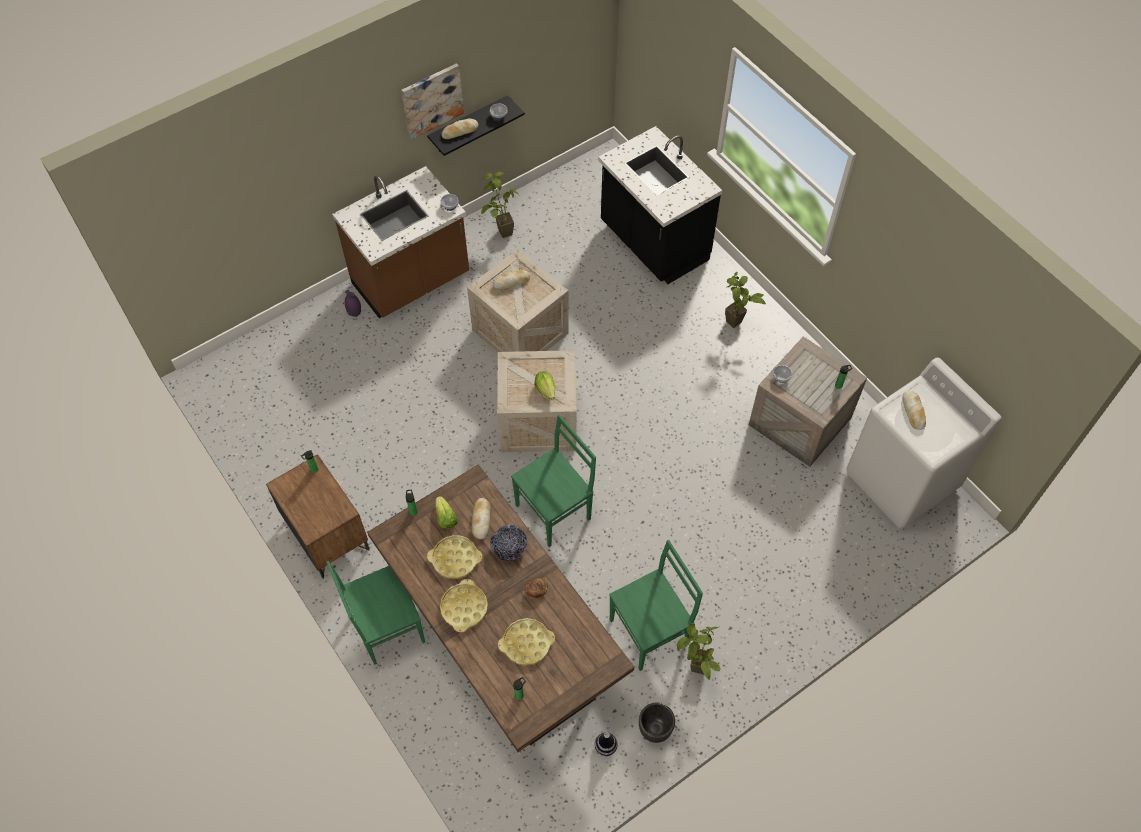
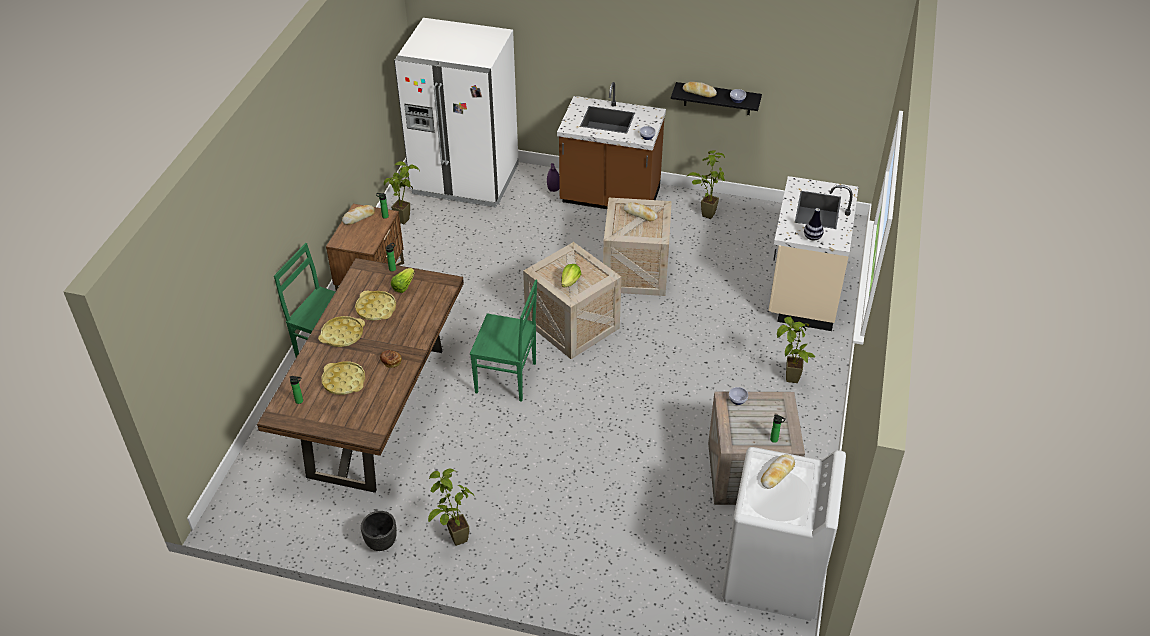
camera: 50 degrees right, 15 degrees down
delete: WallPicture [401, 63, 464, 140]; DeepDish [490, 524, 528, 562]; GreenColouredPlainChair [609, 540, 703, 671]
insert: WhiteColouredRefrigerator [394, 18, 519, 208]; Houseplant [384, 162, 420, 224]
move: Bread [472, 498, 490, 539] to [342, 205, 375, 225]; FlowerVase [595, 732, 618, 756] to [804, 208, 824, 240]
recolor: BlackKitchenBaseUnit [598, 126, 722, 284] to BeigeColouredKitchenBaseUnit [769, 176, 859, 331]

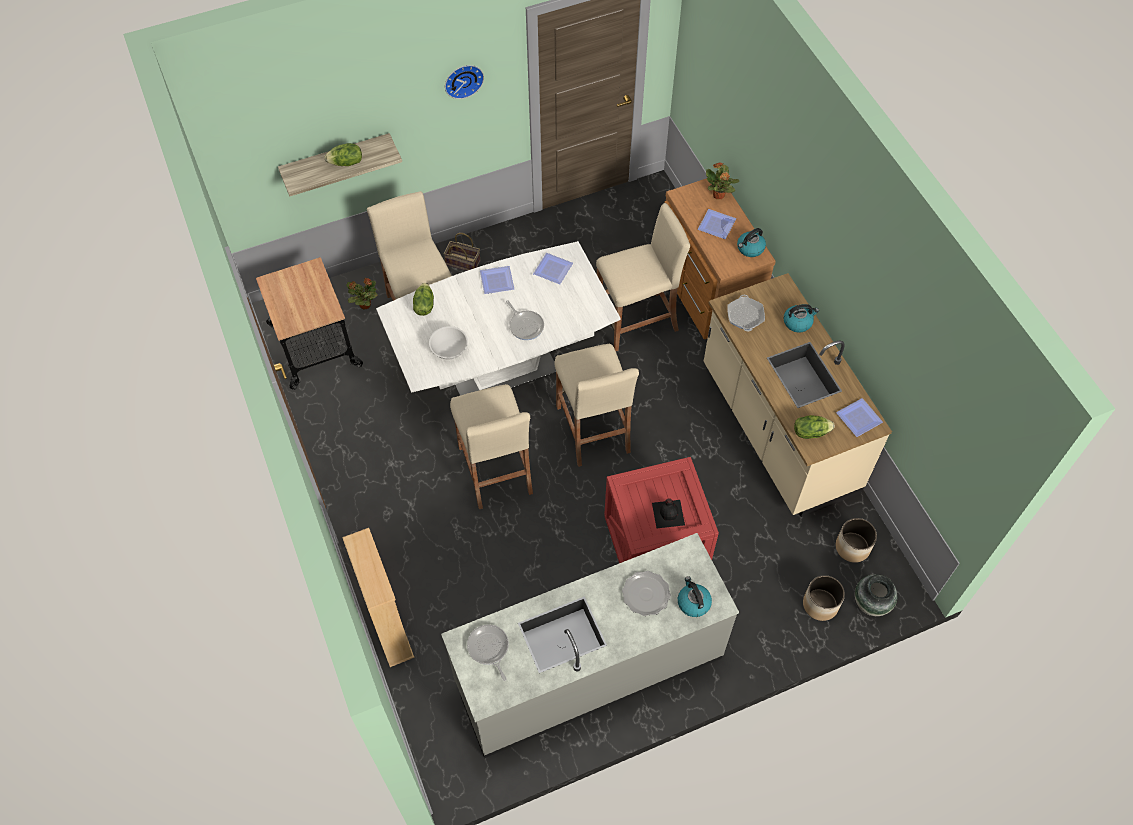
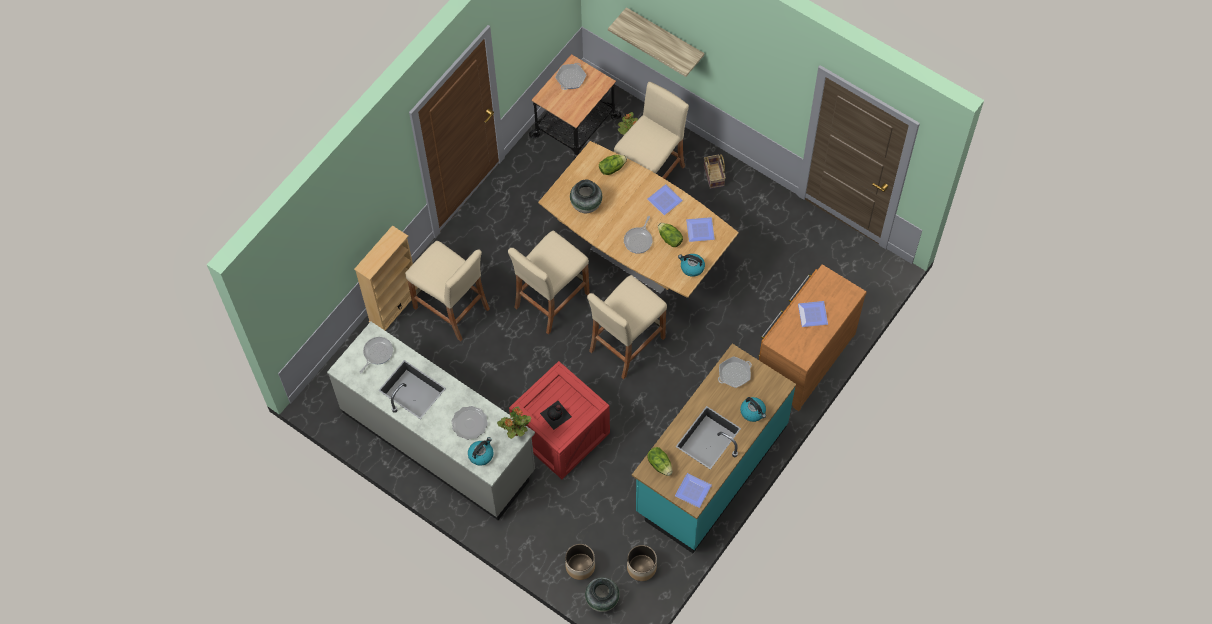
camera: 60 degrees right, 5 degrees up
delete: WallClock [445, 65, 484, 99]
insert: FryingPan [555, 63, 586, 90]
move: Lettuce [325, 143, 362, 166] to [658, 223, 683, 247]; Houseplant [706, 163, 739, 199] to [497, 406, 531, 439]; BeigeColouredStool [596, 203, 690, 351] to [405, 241, 490, 341]; TeaKettle [737, 228, 766, 257] to [678, 254, 705, 277]
replace: WhiteColouredDeepDish [429, 326, 468, 360] to FlowerVase [570, 180, 602, 213]
recolor: WhiteColouredKitchenTable [376, 241, 621, 396] to BrownColouredKitchenTable [538, 141, 739, 298]; BeigeColouredKitchenBaseUnit [704, 273, 892, 517] to TurquoiseColouredKitchenBaseUnit [632, 343, 796, 553]

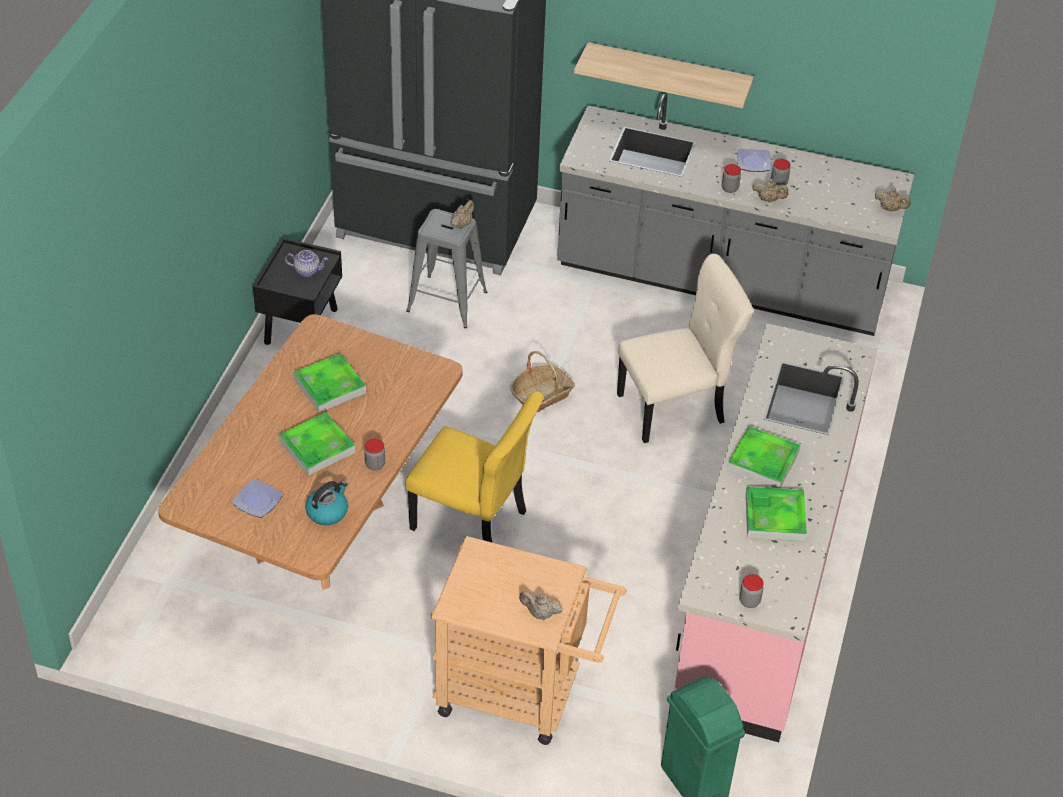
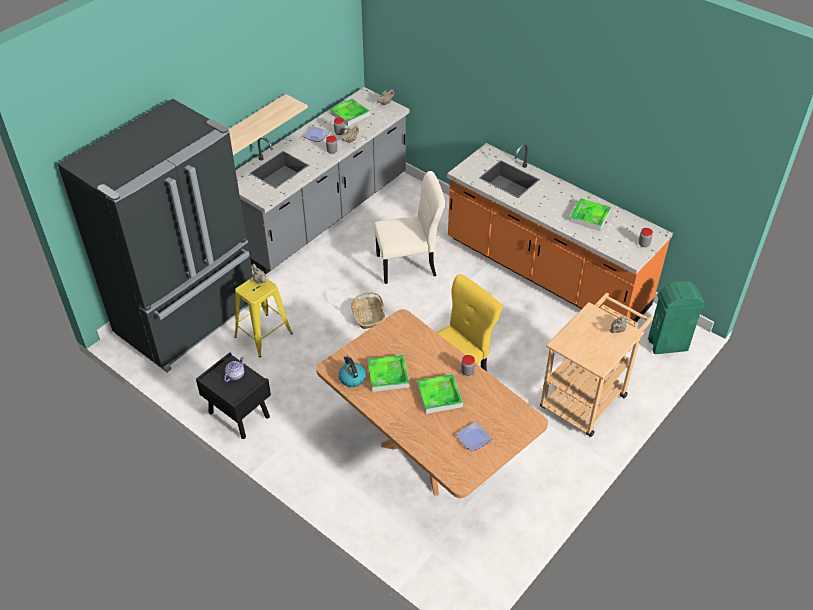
camera: 65 degrees left, 0 degrees up
move: ServingTray [727, 426, 801, 489] to [330, 99, 370, 126]; TeaKettle [305, 481, 348, 525] to [339, 356, 366, 387]
recolor: GreyStool [406, 209, 487, 328] to YellowStool [234, 277, 293, 357]; PinkKitchenBaseUnit [674, 323, 877, 742] to OrangeyKitchenBaseUnit [447, 143, 673, 322]
rotate: BeigeColouredPlainChair [617, 254, 754, 443] = [374, 171, 446, 284] 75 degrees clockwise

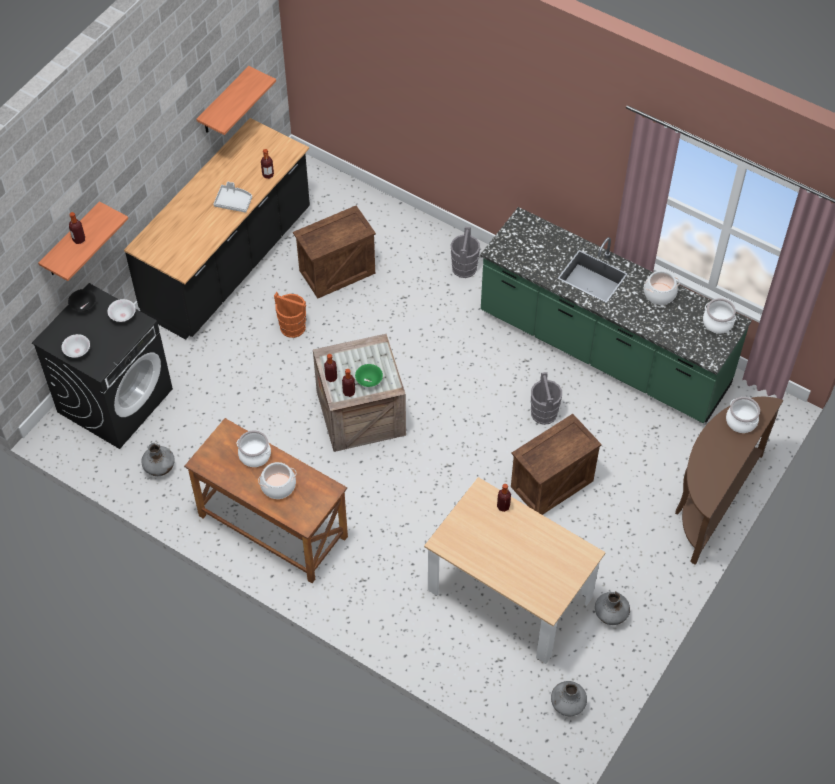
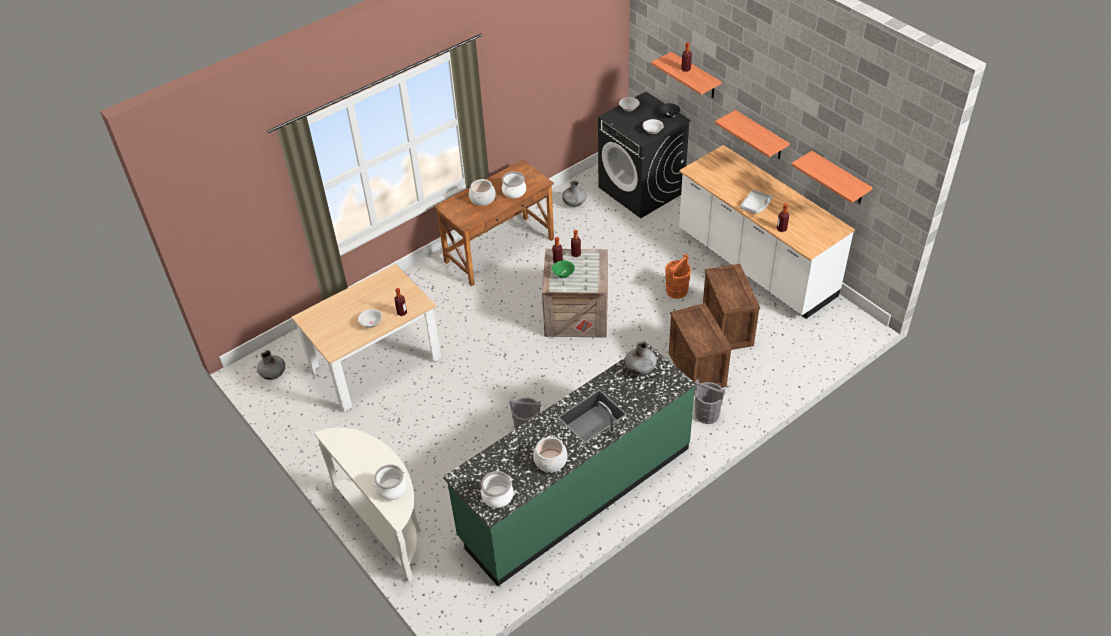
camera: 110 degrees right, 10 degrees down
insert: Shelf [715, 110, 790, 159]; WhiteColouredDeepDish [358, 309, 382, 328]
move: Crate [511, 414, 602, 515] to [669, 303, 732, 396]; GreyFlowerVase [595, 591, 630, 625] to [625, 341, 657, 375]
recolor: BlackKitchenBaseUnit [124, 118, 310, 340] to WhiteColouredKitchenBaseUnit [679, 145, 855, 319]; BrownColouredConsoleTable [675, 397, 783, 565] to WhiteColouredConsoleTable [314, 427, 421, 582]

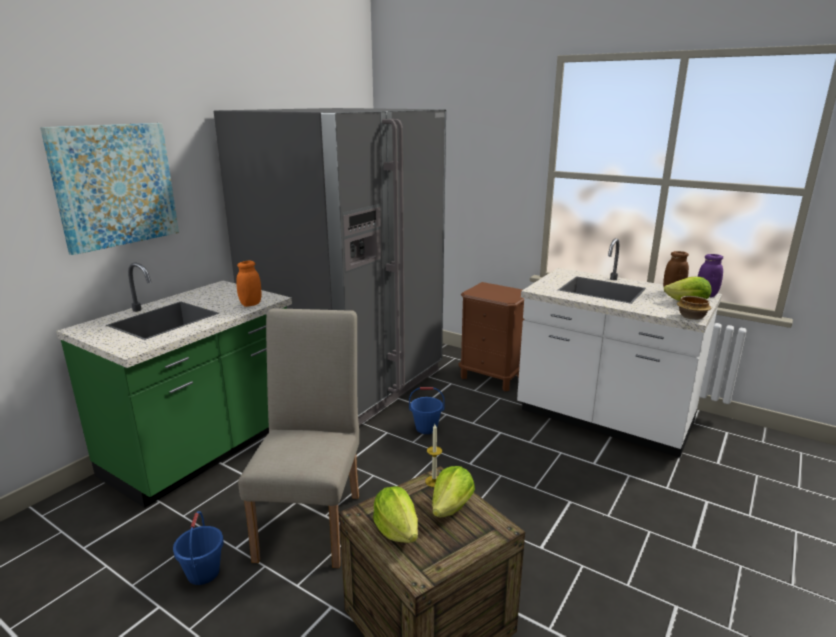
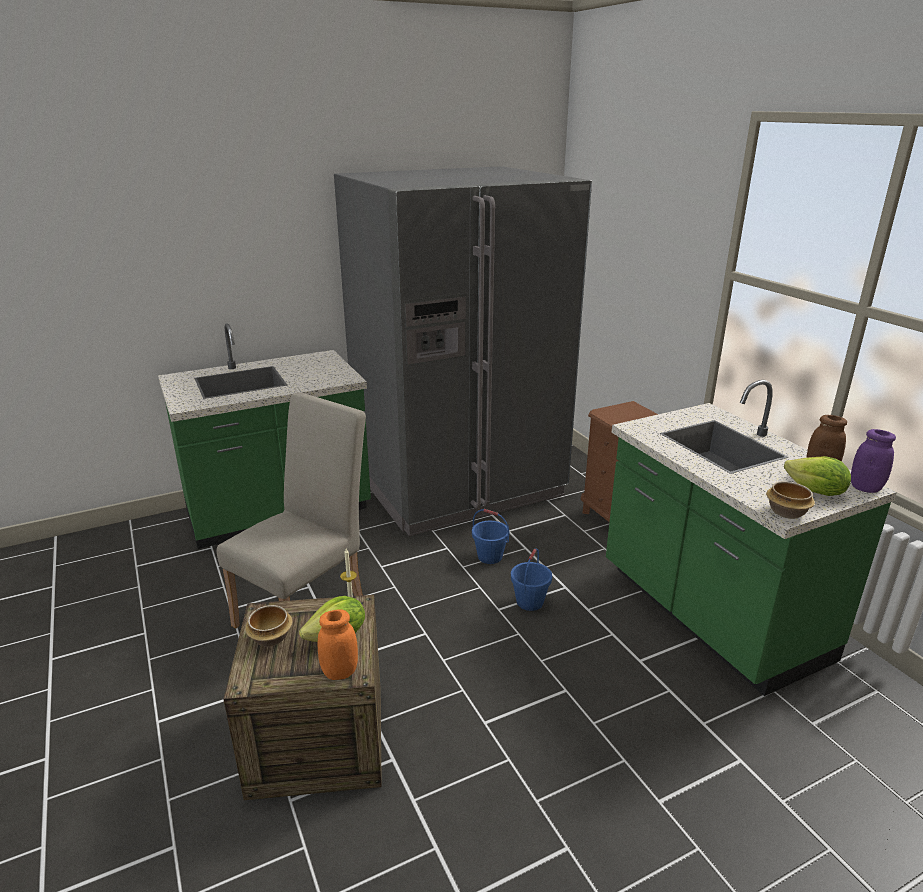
camera: 30 degrees right, 5 degrees up
delete: WallPicture [40, 123, 179, 255]
move: OrangeyJar [236, 261, 261, 307] to [318, 609, 358, 680]; BlueColouredPail [173, 511, 224, 585] to [511, 548, 552, 611]
replace: Lettuce [373, 486, 418, 543] to DeepDish [245, 605, 292, 647]
recolor: WhiteColouredKitchenBaseUnit [517, 238, 722, 458] to GreenColouredKitchenBaseUnit [606, 380, 897, 696]

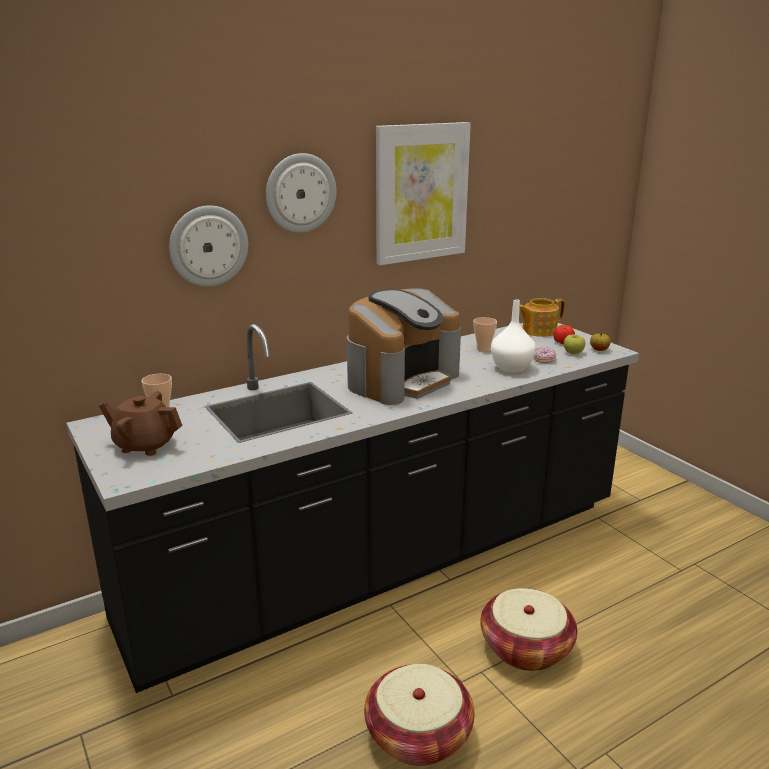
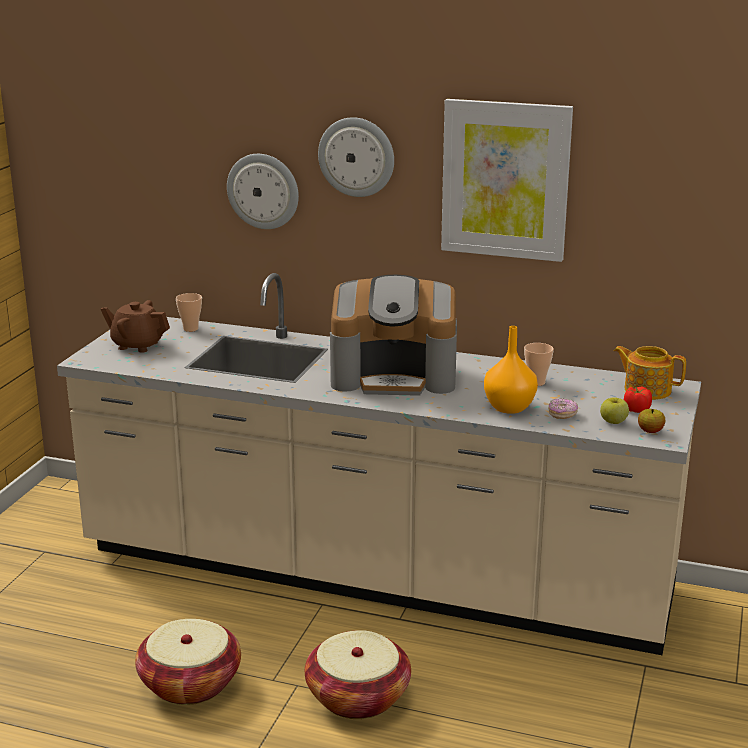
camera: 50 degrees right, 0 degrees up
recolor: WhiteColouredFlowerVase [491, 299, 536, 373] to OrangeyFlowerVase [484, 326, 538, 414]; BlackKitchenBaseUnit [66, 323, 639, 693] to BeigeColouredKitchenBaseUnit [57, 273, 701, 655]
rotate: BrownColouredTeapot [99, 392, 182, 456] = [101, 300, 170, 353] 45 degrees counterclockwise

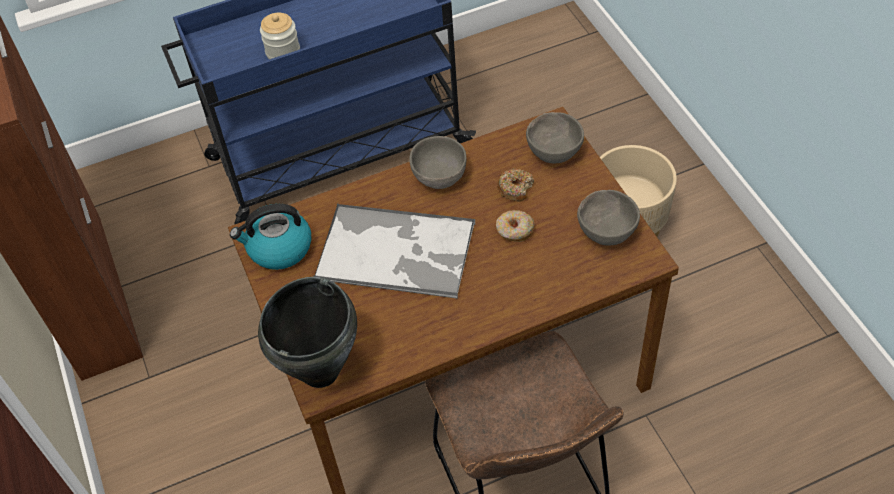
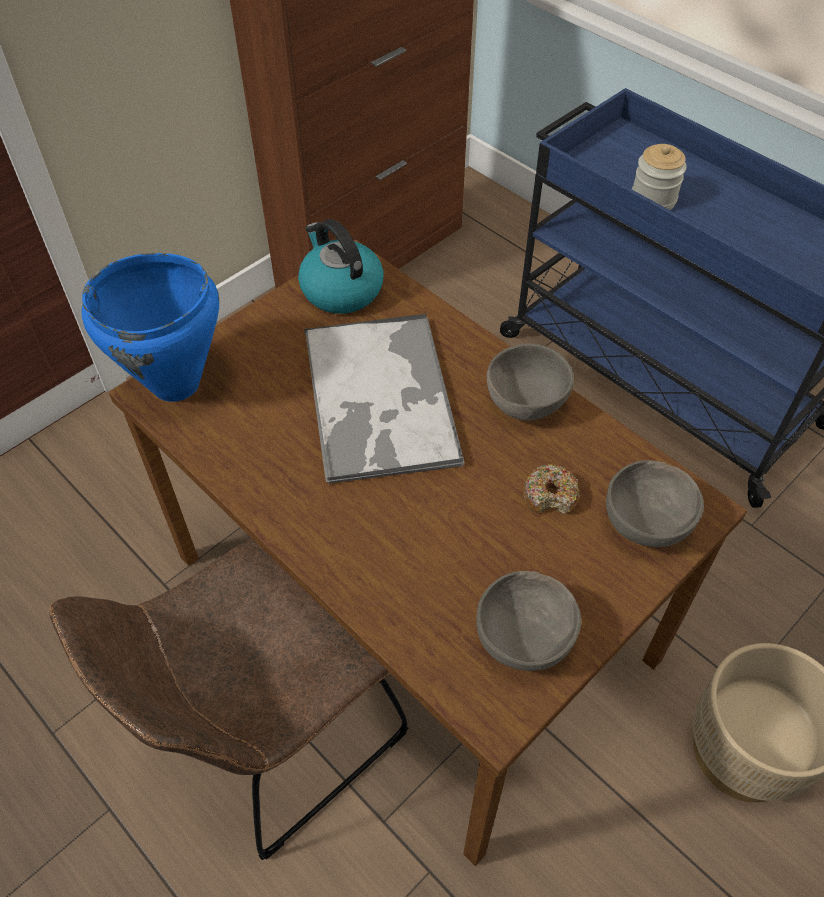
camera: 65 degrees right, 0 degrees up
delete: RingDoughnut [496, 210, 535, 242]
recolor: BlackSaucepot [258, 277, 357, 388] to BlueColouredSaucepot [81, 253, 219, 402]

